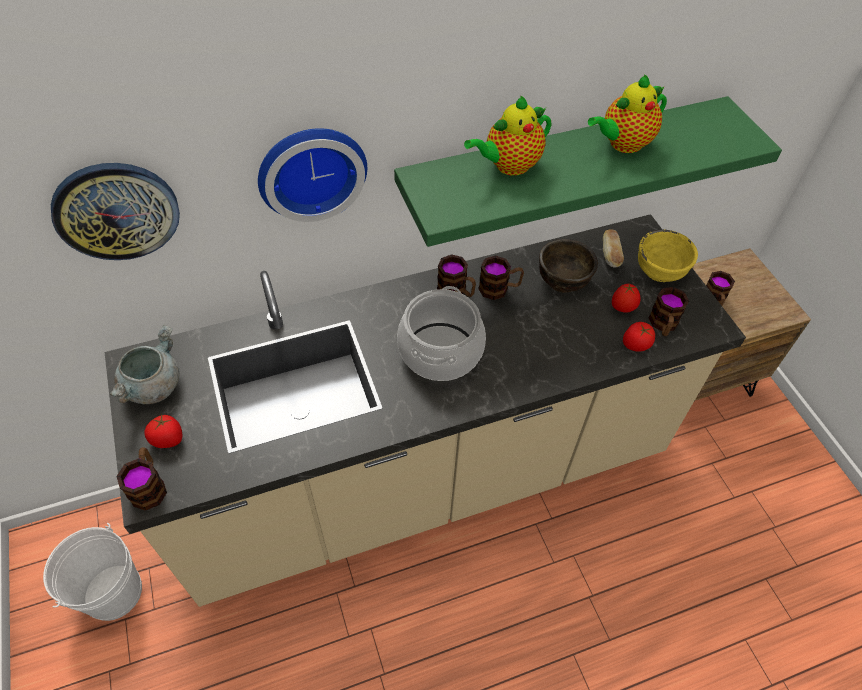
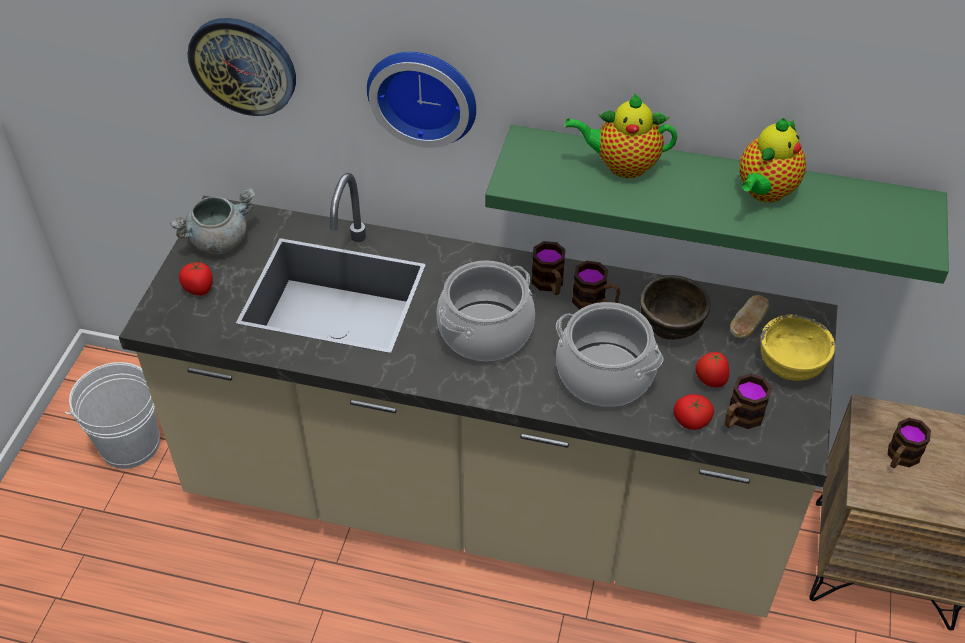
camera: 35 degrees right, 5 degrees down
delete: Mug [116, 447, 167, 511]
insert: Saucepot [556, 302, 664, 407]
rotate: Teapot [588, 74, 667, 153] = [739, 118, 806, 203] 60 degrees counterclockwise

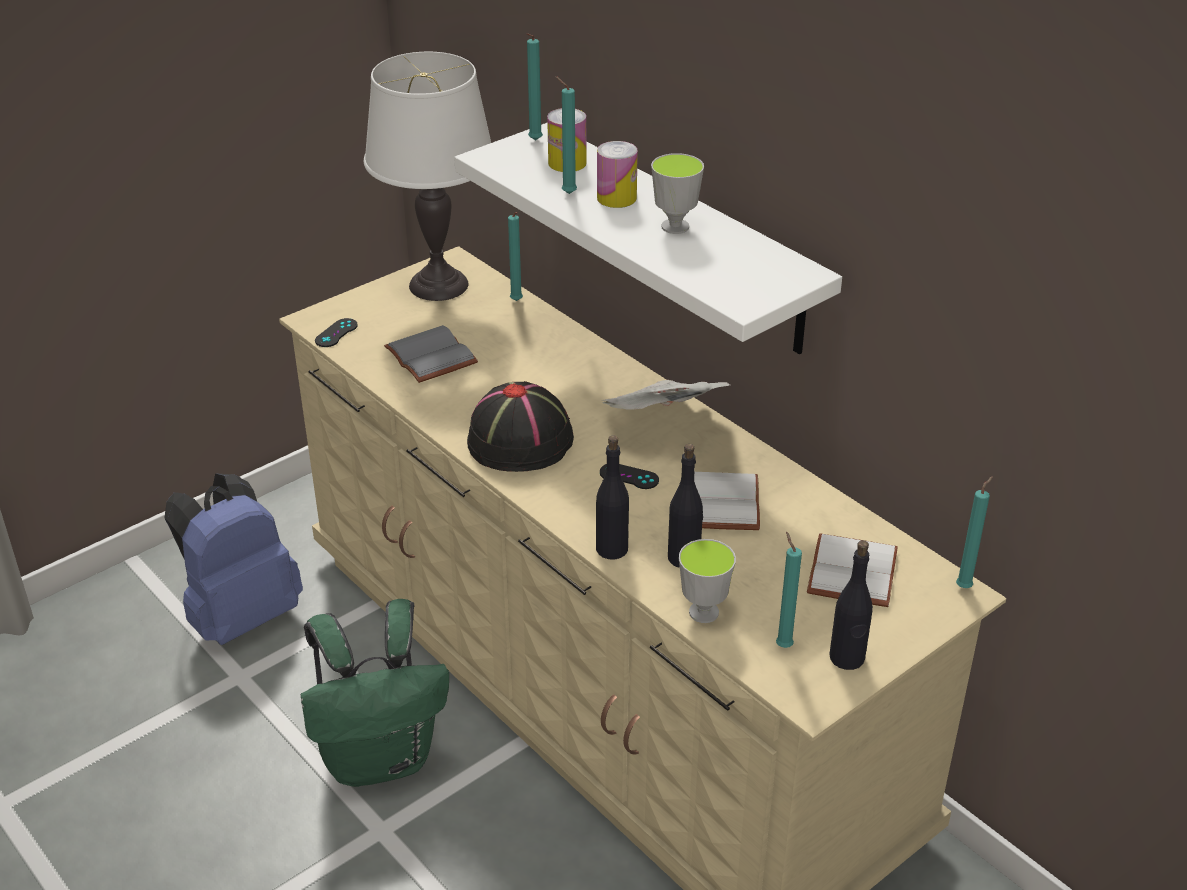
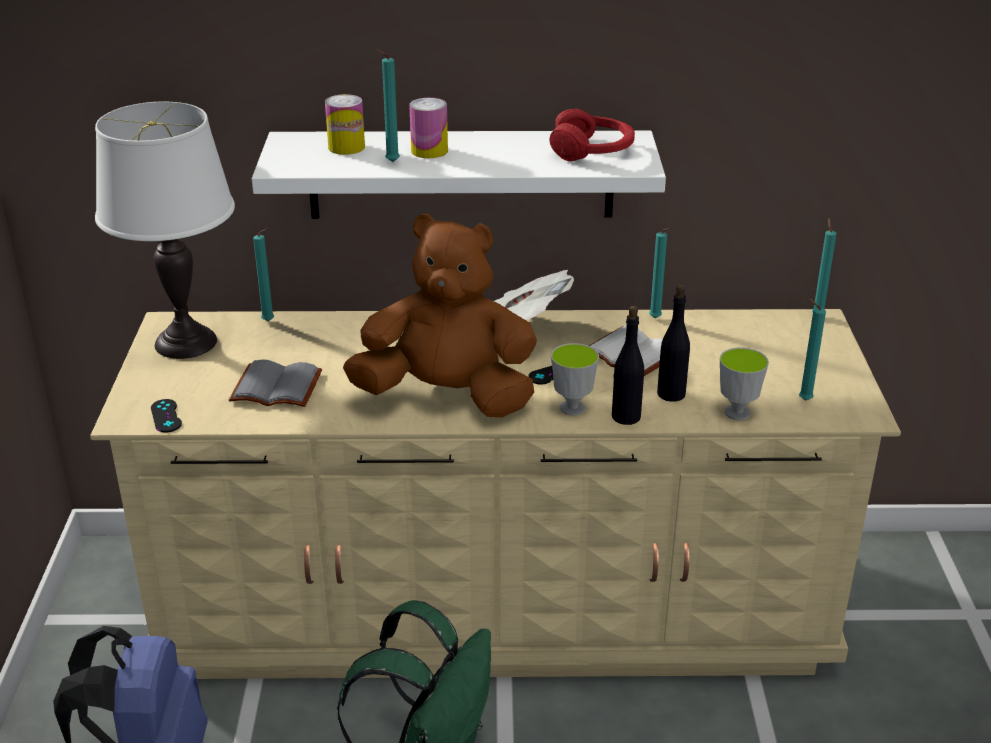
camera: 50 degrees left, 5 degrees down
delete: WhiteColouredBoundBook [807, 533, 898, 607]; BlackBeverageBottle [829, 540, 873, 670]
insert: RedColouredHeadphones [549, 108, 635, 161]
move: TurquoiseColouredWaxLight [527, 33, 543, 140] to [649, 228, 669, 318]; DrinkingCup [651, 153, 704, 234] to [551, 343, 599, 416]
replace: BlackWearableHat [467, 381, 574, 472] to BrownColouredCuddlyToy [343, 214, 537, 418]

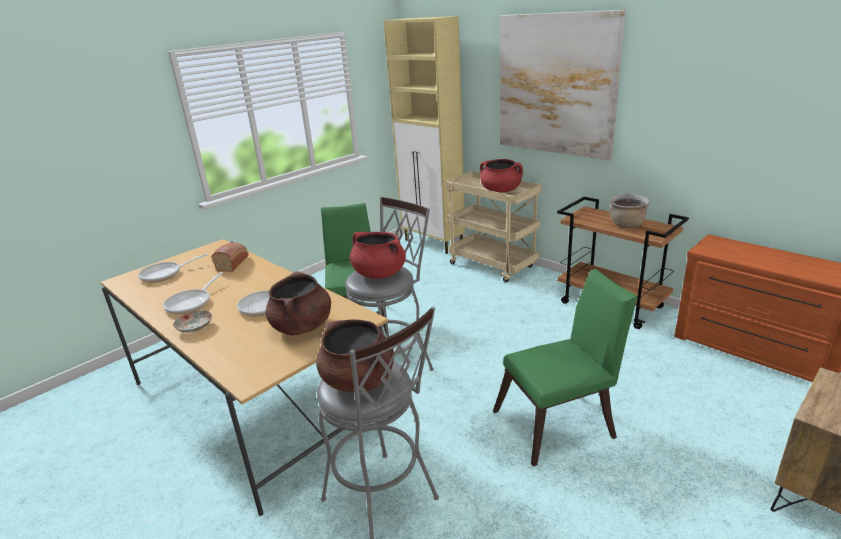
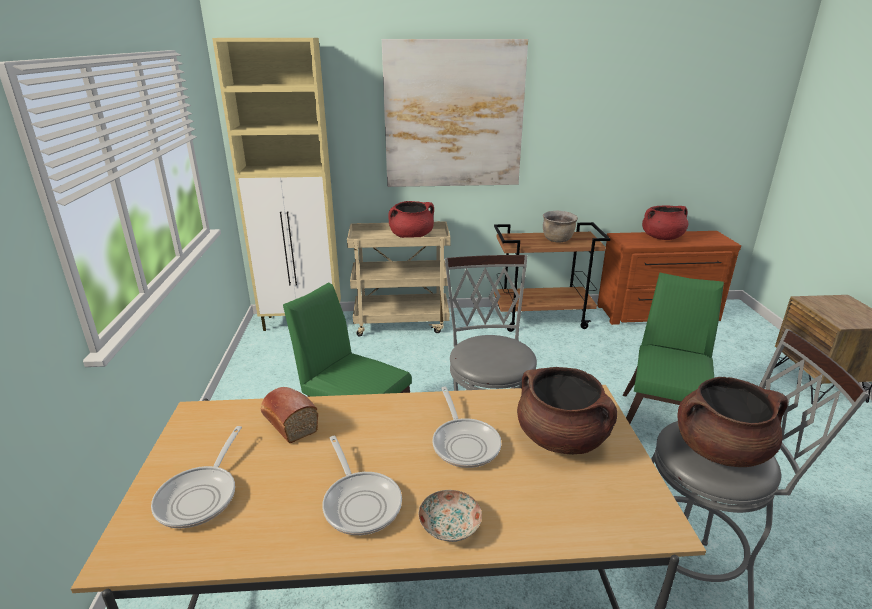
camera: 50 degrees left, 0 degrees up
move: RedColouredSaucepot [350, 232, 406, 279] to [642, 205, 688, 240]

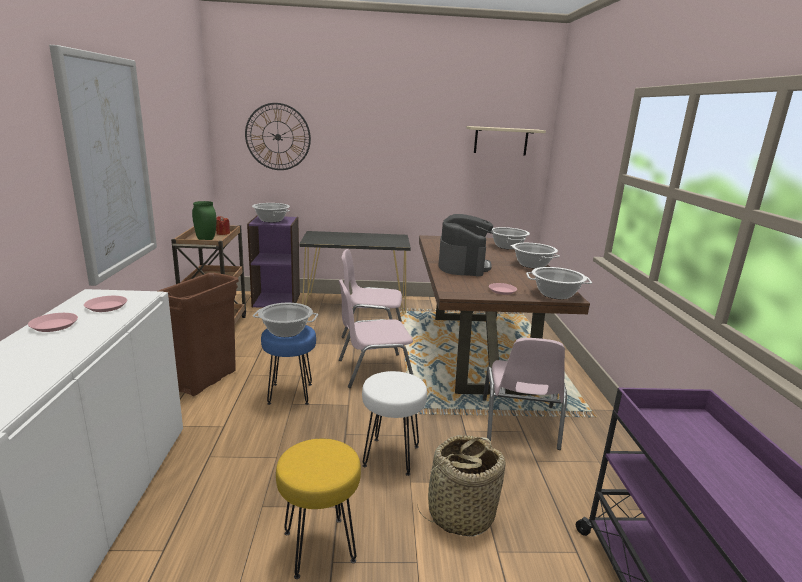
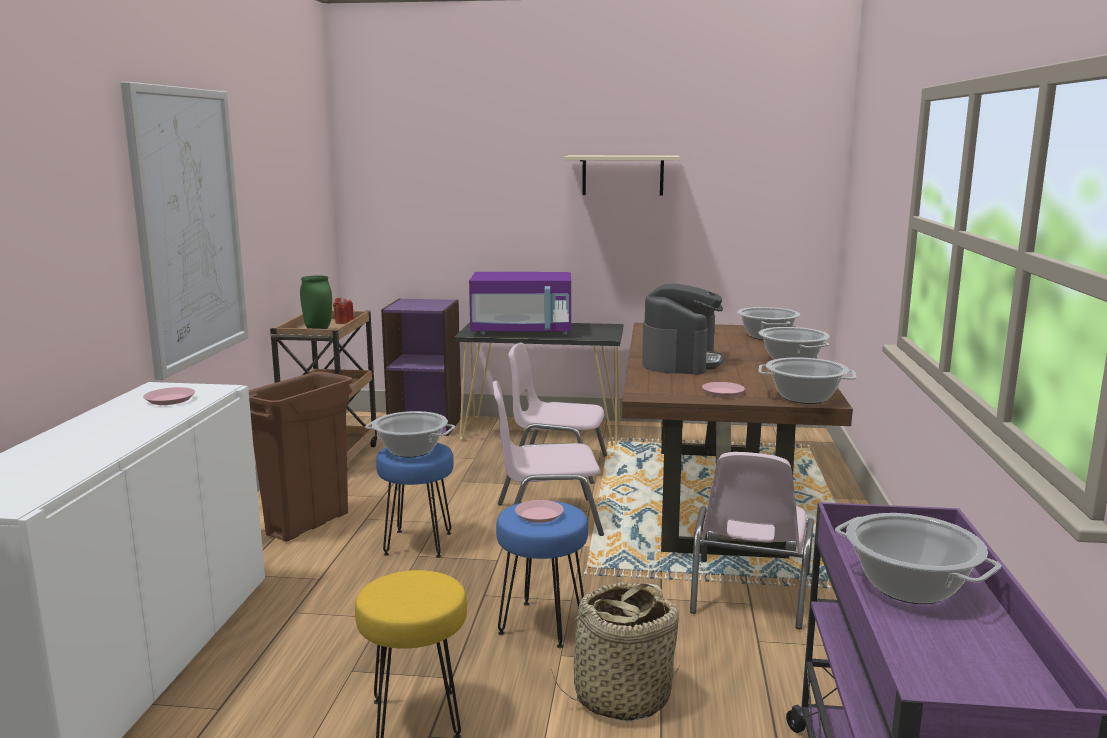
camera: 10 degrees right, 5 degrees down
delete: WallClock [245, 103, 311, 170]
insert: PurpleMicrowave [469, 272, 571, 335]
move: BeigeColouredShelf [466, 126, 546, 155] to [564, 155, 680, 196]; Saucepot [252, 203, 290, 223] to [835, 513, 1001, 604]; PinkFlatDish [28, 313, 78, 332] to [515, 500, 564, 523]
recolor: WhiteColouredStool [362, 371, 427, 476] to BlueColouredStool [496, 501, 588, 648]

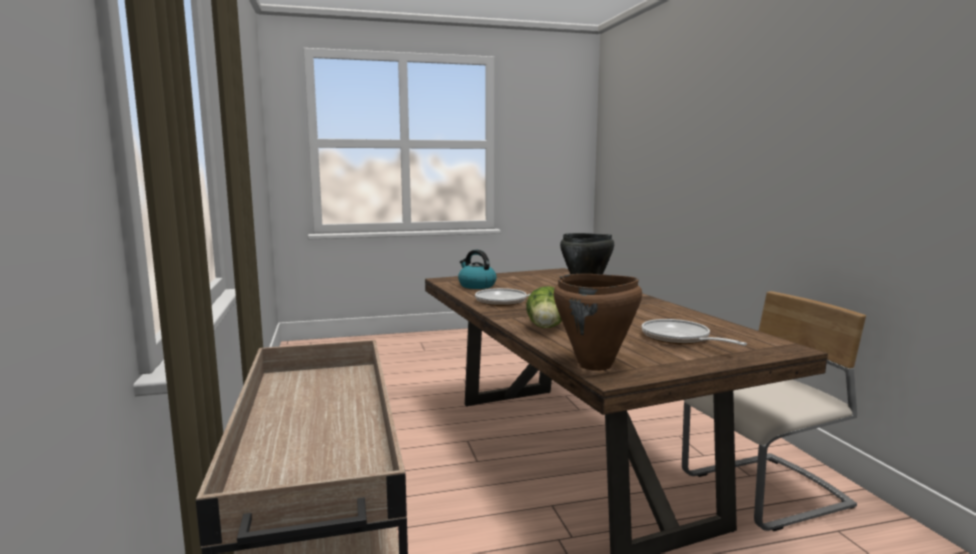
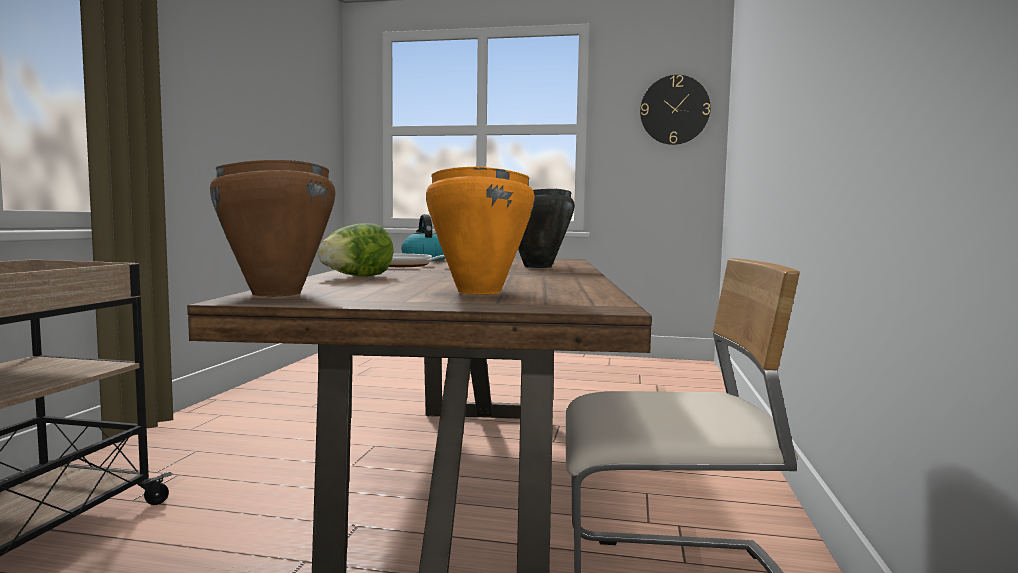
camera: 25 degrees right, 5 degrees down
insert: WallClock [640, 75, 711, 145]
replace: FryingPan [642, 319, 747, 346] to OrangeySaucepot [426, 166, 535, 294]

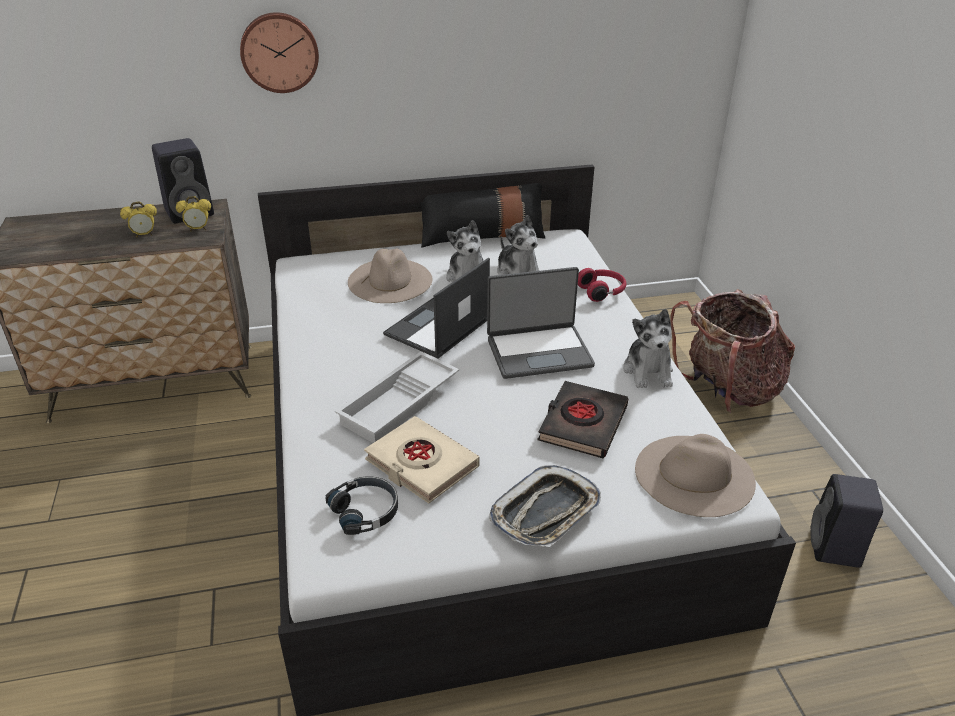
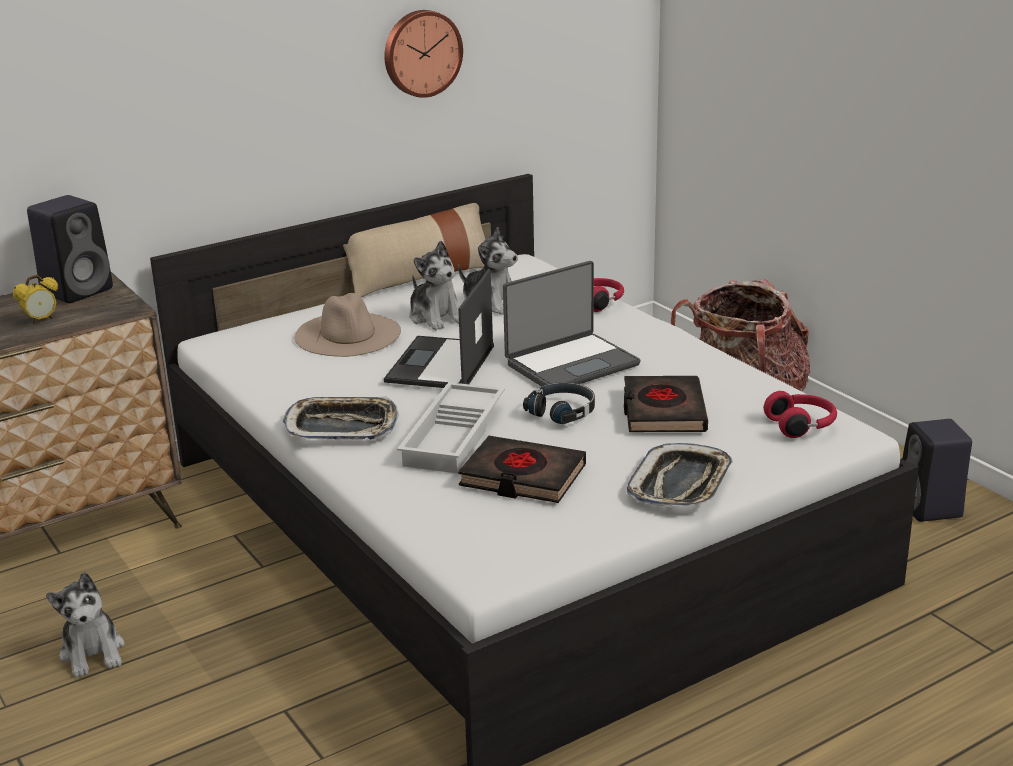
camera: 20 degrees left, 10 degrees down
delete: TableClock [176, 196, 211, 231]
insert: ServingTray [283, 396, 399, 440]
move: WallClock [240, 12, 319, 93] to [384, 10, 463, 98]; CuddlyToy [623, 309, 673, 388] to [46, 572, 125, 678]; BlackHeadphones [325, 476, 398, 535] to [523, 382, 595, 424]
replace: BeigeColouredWearableHat [635, 434, 756, 517] to RedColouredHeadphones [764, 391, 837, 438]
recolor: BlackThrowPillow [420, 183, 545, 247] to BeigeColouredThrowPillow [343, 203, 485, 297]; BeigeColouredBoundBook [364, 416, 480, 504] to BlackBoundBook [458, 436, 586, 503]

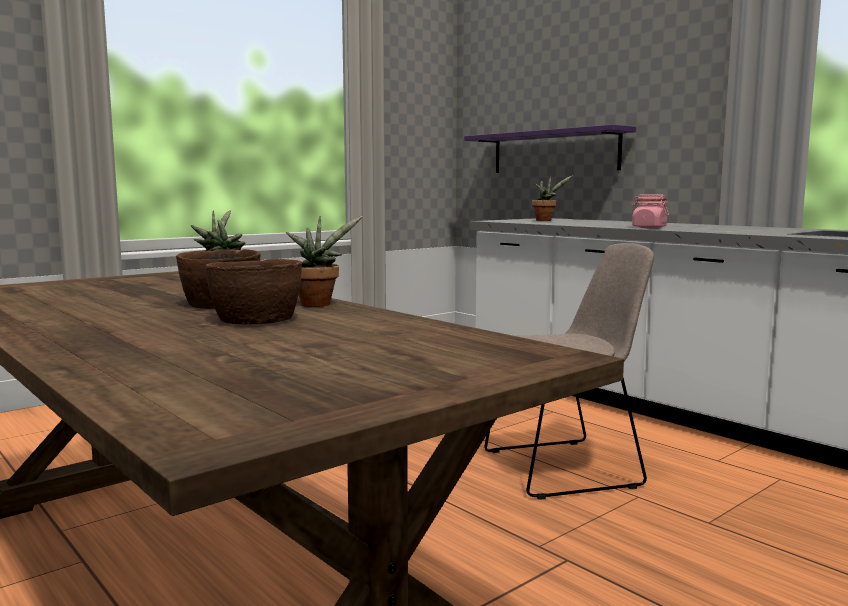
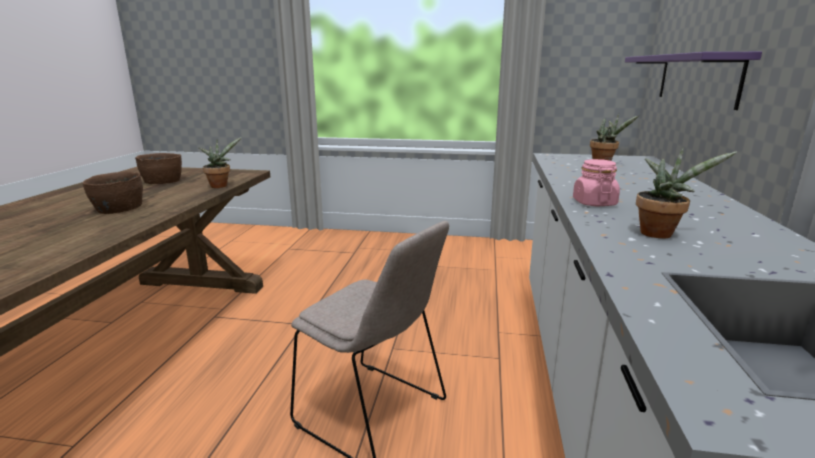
camera: 50 degrees right, 10 degrees up
move: Houseplant [286, 216, 363, 307] to [636, 147, 737, 238]; BrownColouredDeepDish [205, 259, 302, 325] to [135, 153, 182, 184]

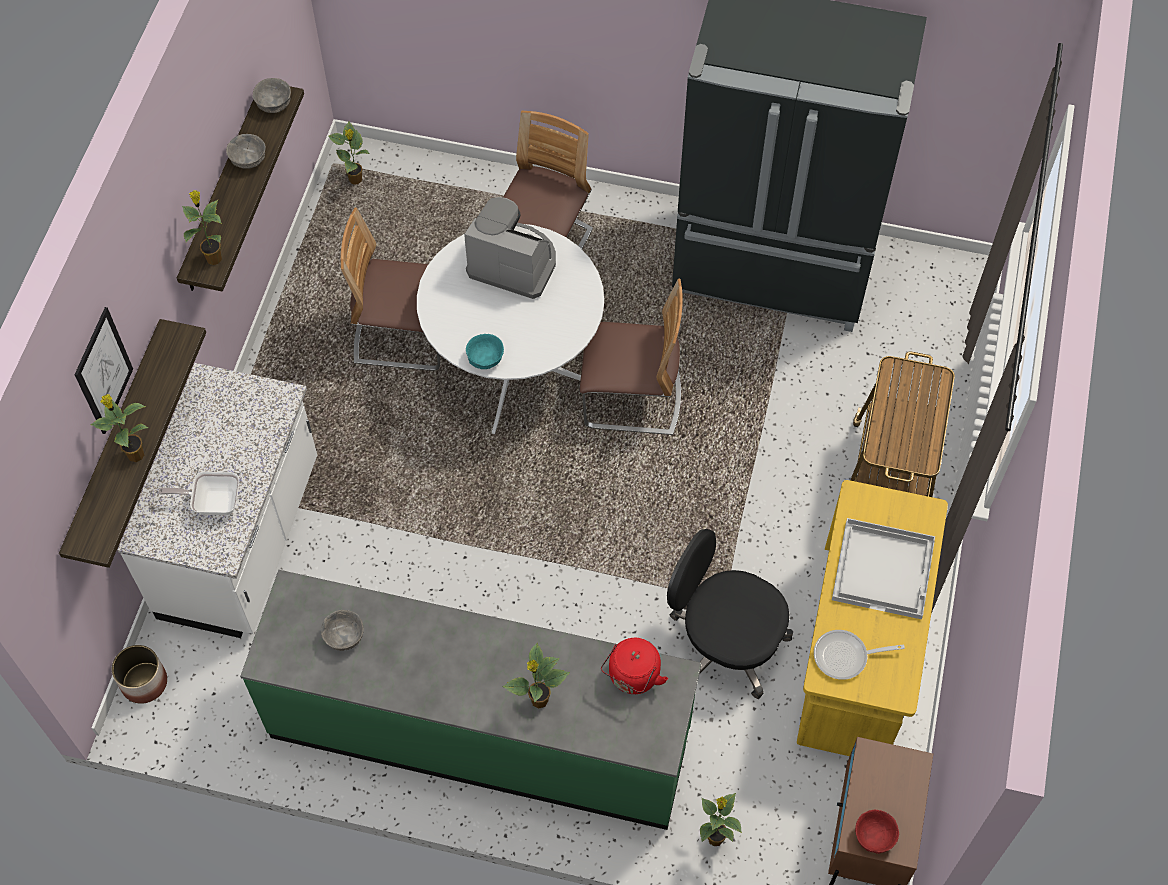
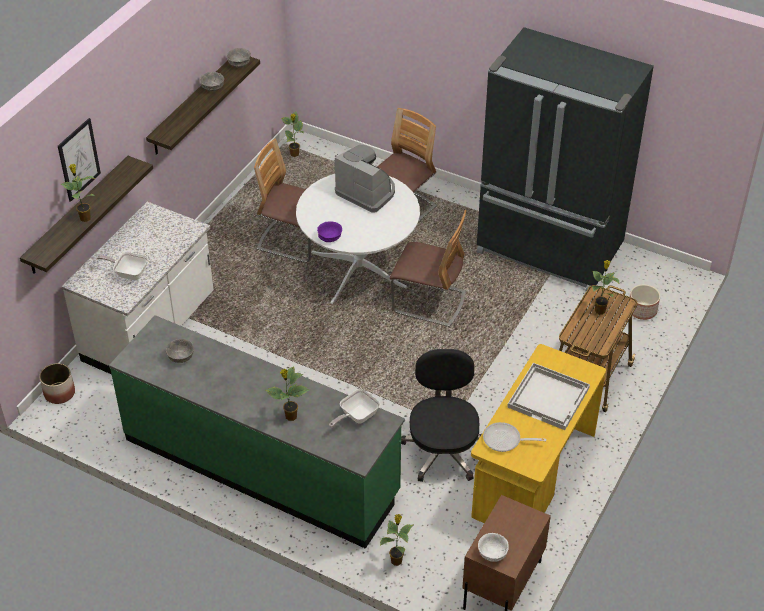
camera: 15 degrees right, 15 degrees down
insert: Planter [630, 284, 660, 320]
move: Houseplant [182, 190, 222, 265] to [592, 260, 620, 315]
replace: RedColouredTeaKettle [601, 638, 668, 694] to FryingPan [329, 389, 380, 428]
recolor: TurquoiseColouredDeepDish [466, 334, 504, 369] to PurpleDeepDish [317, 221, 342, 242]; RedColouredDeepDish [855, 810, 899, 854] to WhiteColouredDeepDish [478, 533, 509, 562]
rotate: BlackOfficeChair [667, 529, 793, 699] = [401, 349, 482, 482] 45 degrees clockwise

